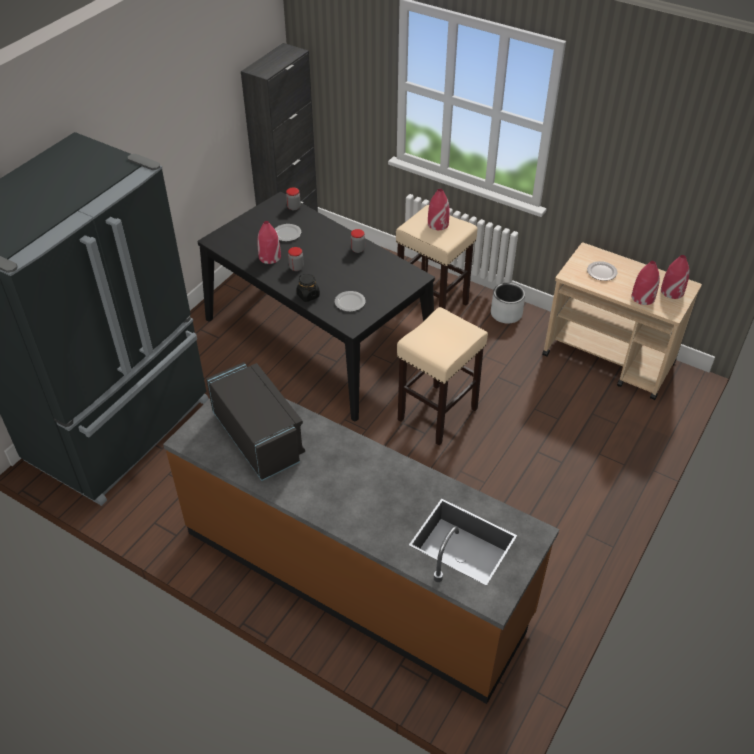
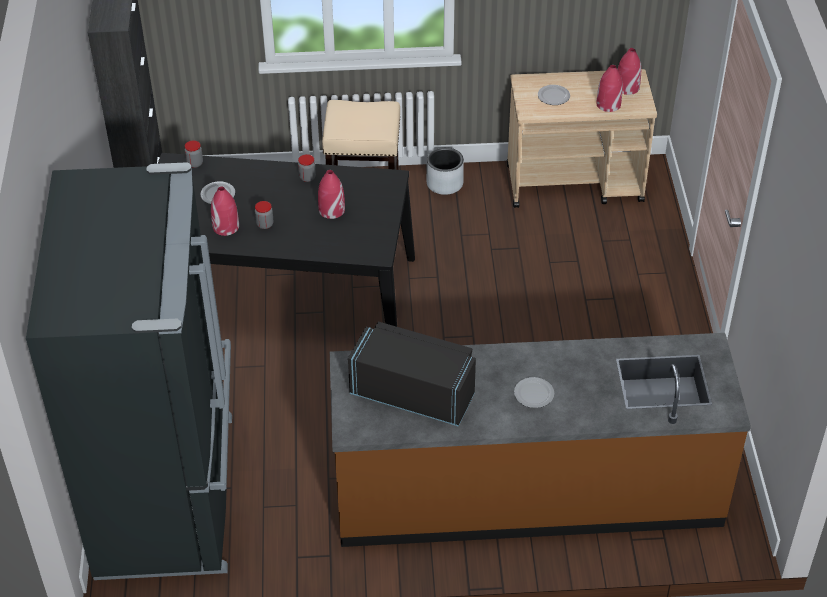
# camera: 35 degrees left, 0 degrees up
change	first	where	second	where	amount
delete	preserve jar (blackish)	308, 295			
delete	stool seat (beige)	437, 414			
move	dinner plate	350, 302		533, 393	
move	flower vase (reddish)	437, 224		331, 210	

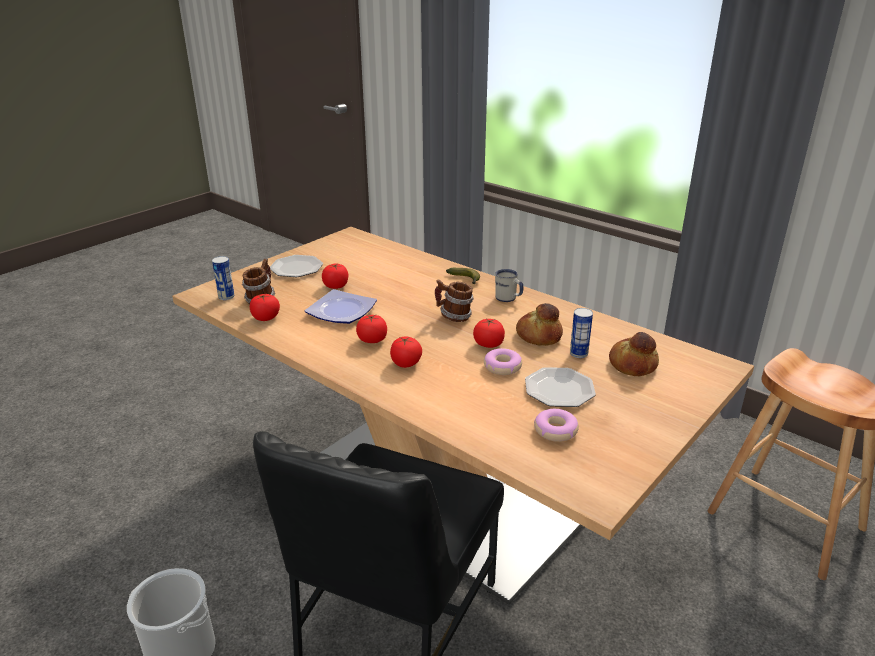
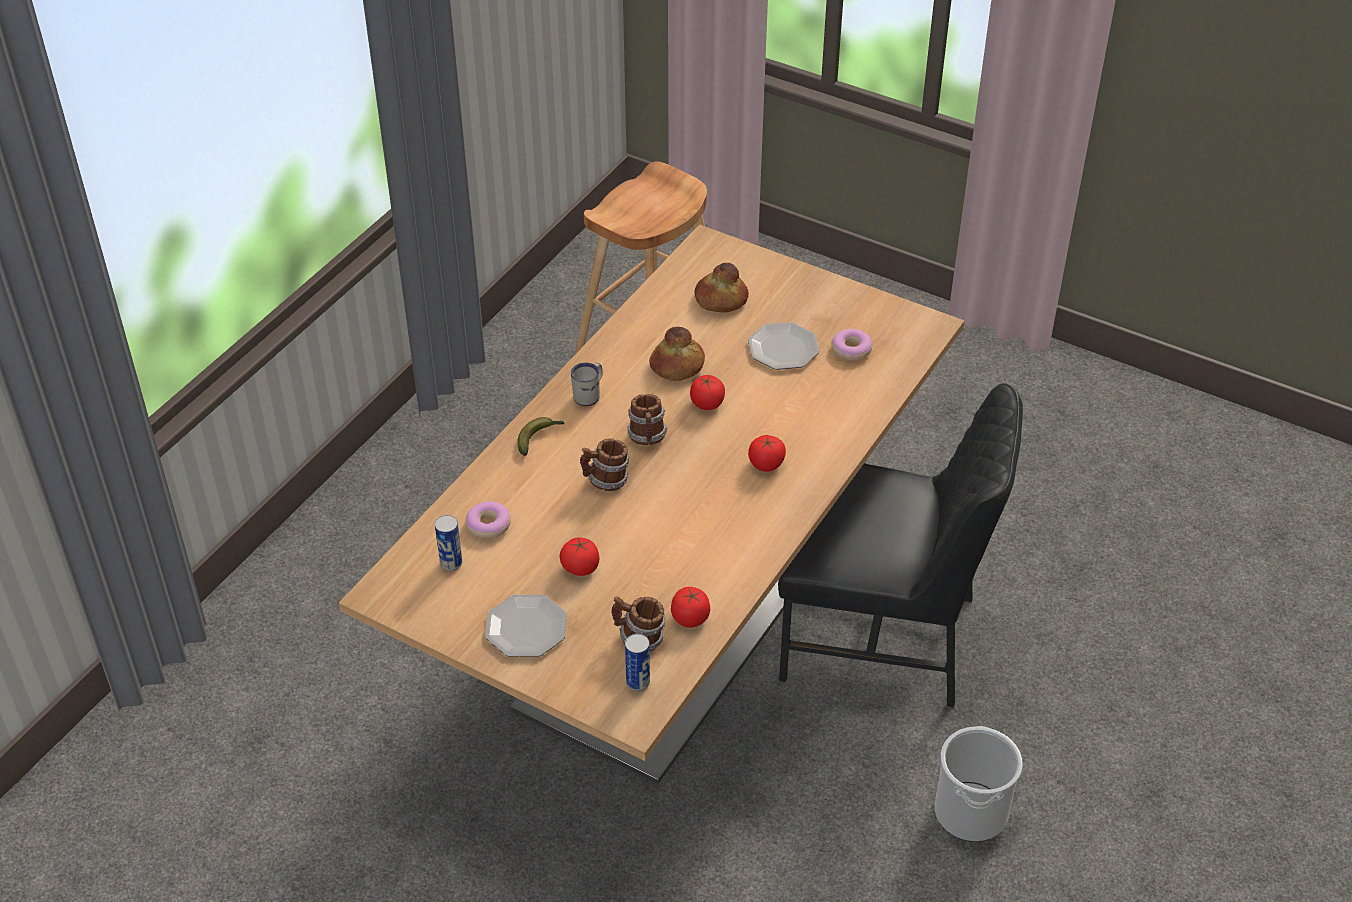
# camera: 100 degrees left, 15 degrees up
change	first	where	second	where	amount
delete	dinner plate	342, 312			
delete	tomato	372, 340			
insert			coffee mug	605, 481	
move	doughnut	502, 367		488, 525	
move	metal can	578, 353		451, 563	

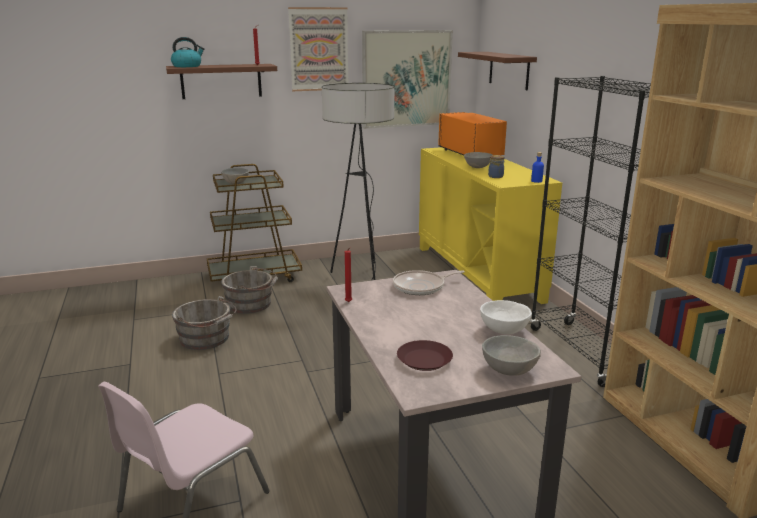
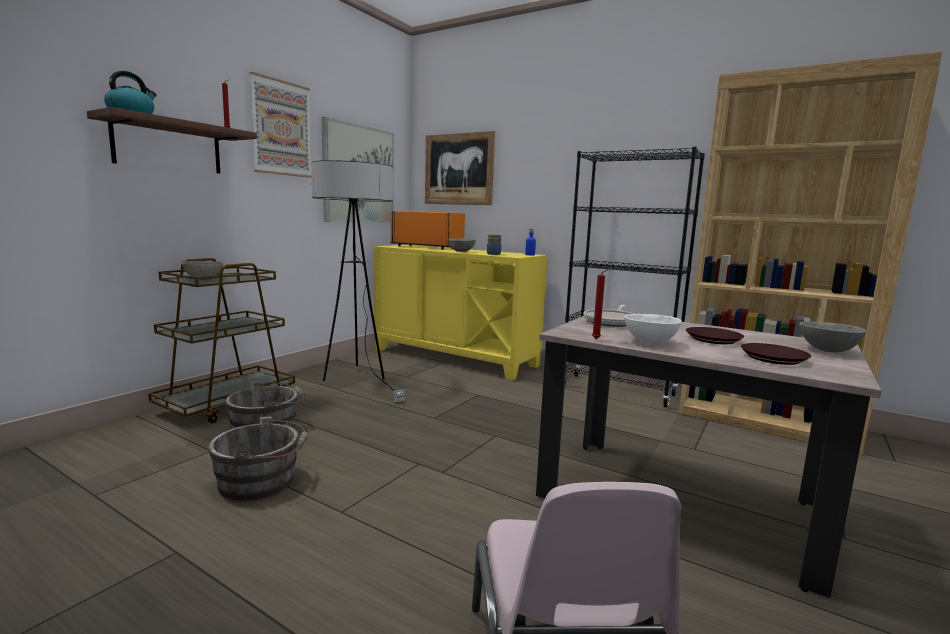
# camera: 40 degrees left, 10 degrees down
change	first	where	second	where	amount
insert			dinner plate (brown-coloured)	713, 339	
move	bowl (white-coloured)	503, 330		649, 342	
replace	shelf (brown-coloured)	509, 70	wall picture	458, 169	

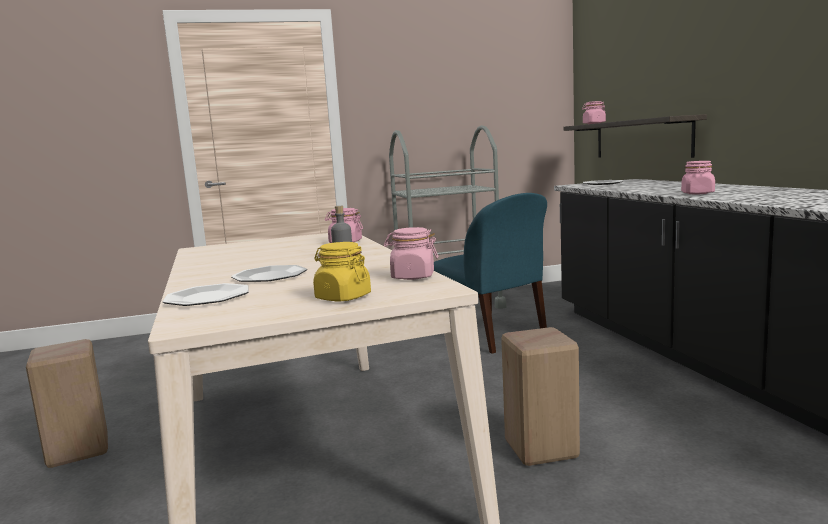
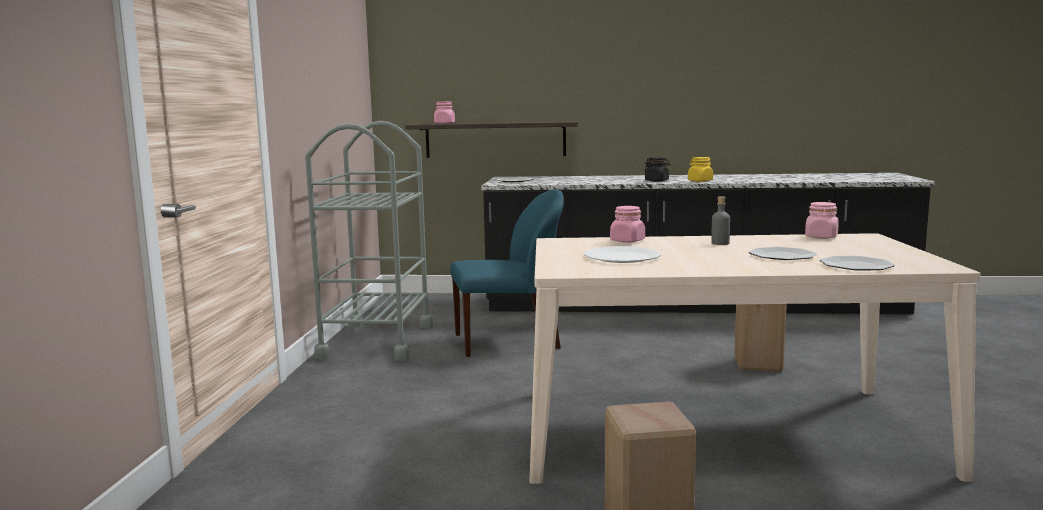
# camera: 70 degrees left, 0 degrees up
change	first	where	second	where	amount
insert			dinner plate (white-coloured)	622, 257	
move	preserve jar (yellow-coloured)	343, 297		700, 181	
recolor	preserve jar (pinkish)	697, 193	preserve jar (blackish)	657, 181	

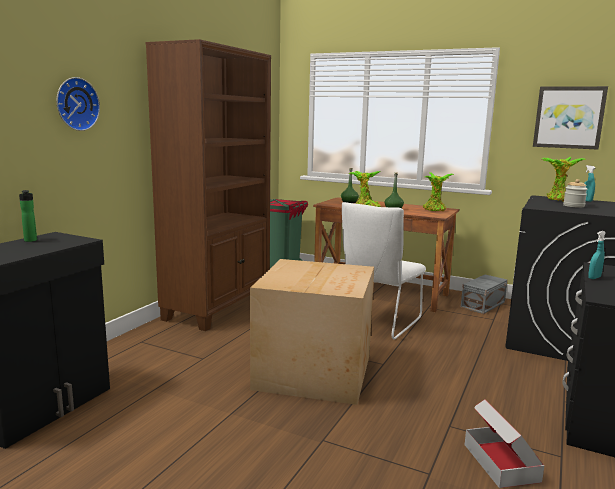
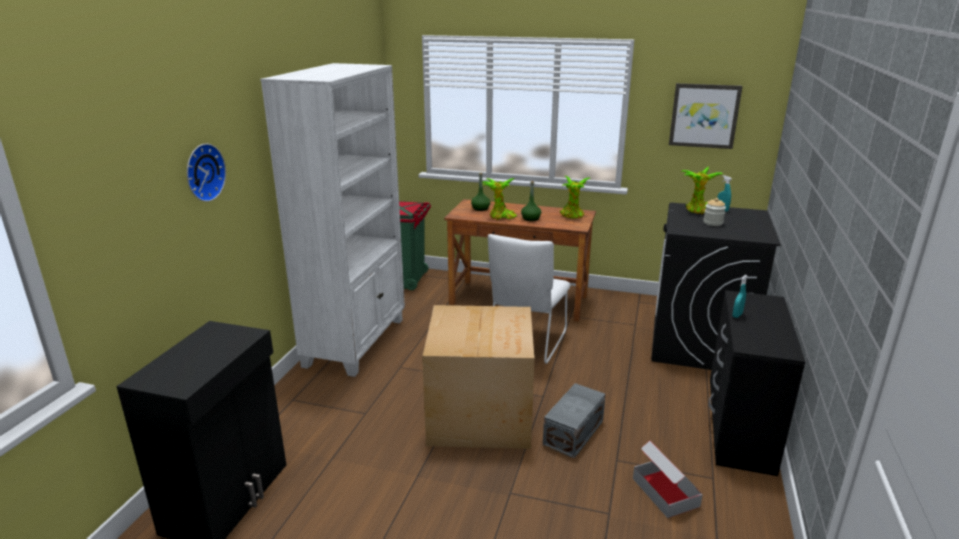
# camera: 10 degrees left, 10 degrees up
change	first	where	second	where	amount
delete	bottle	31, 241			
move	storage box (gray)	484, 304		575, 432	
recolor	shelving unit (brown-coloured)	218, 307	shelving unit (white-coloured)	356, 342	

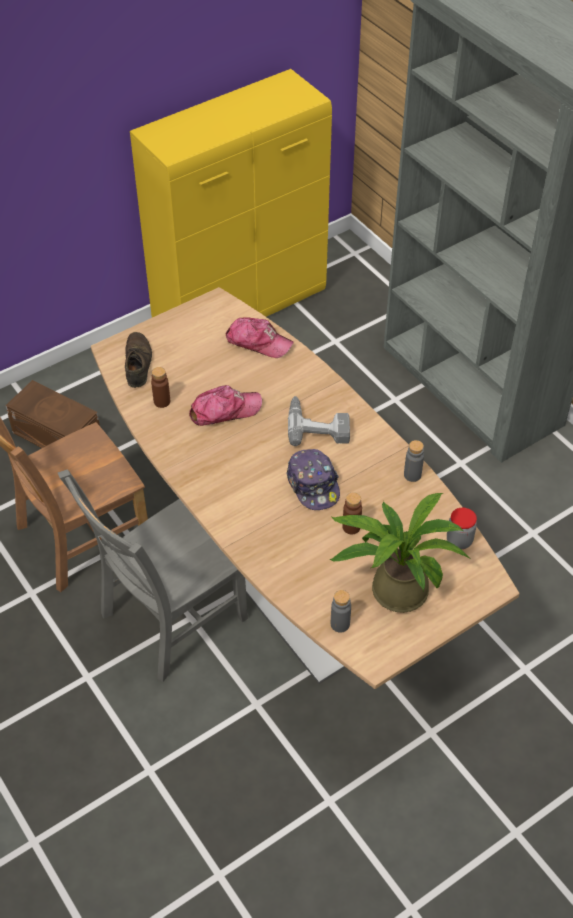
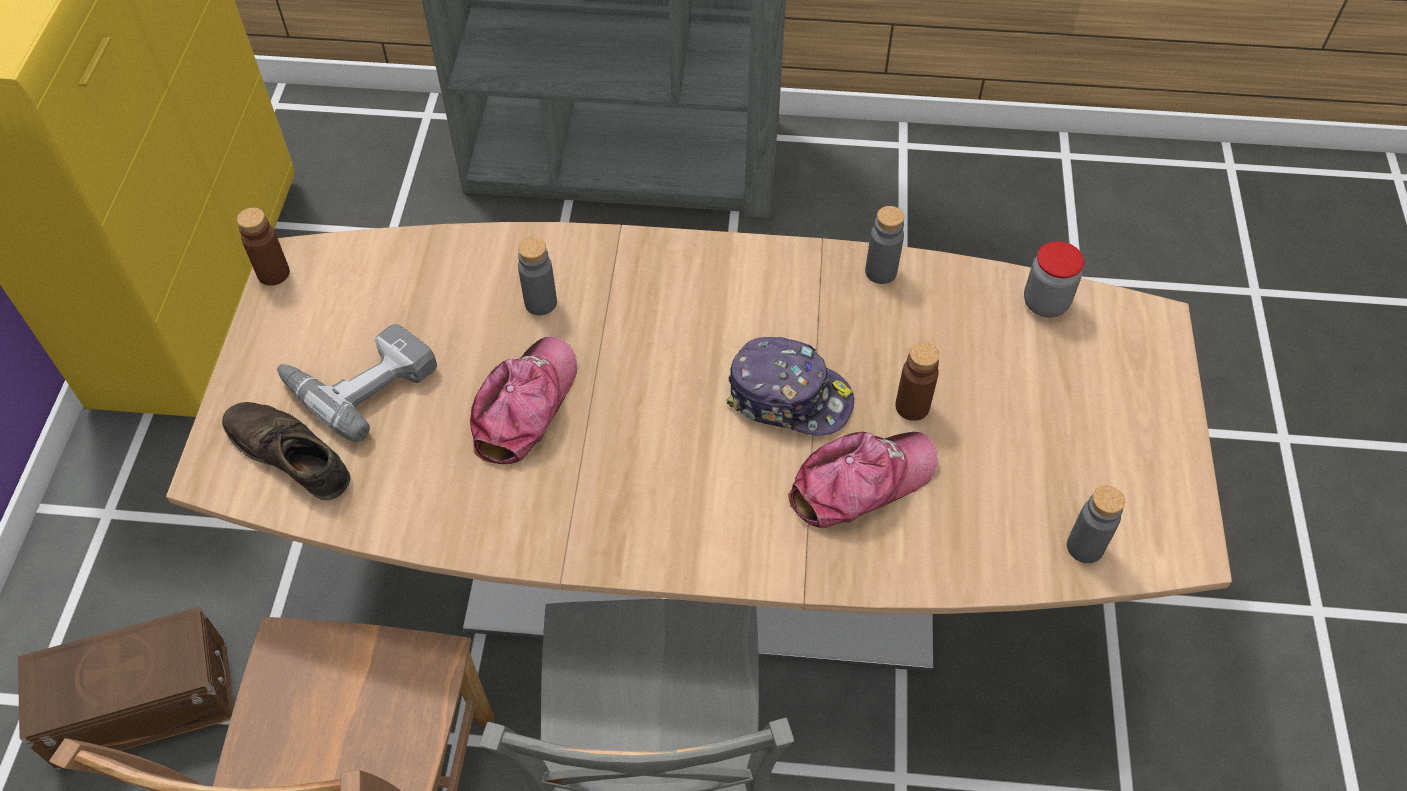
# camera: 50 degrees left, 5 degrees up
change	first	where	second	where	amount
delete	potted plant	393, 587			
insert			bottle (gray)	540, 303	
move	bottle (brown-coloured)	162, 401		273, 273	
move	peaked cap	258, 342		861, 482	
move	electric drill	318, 425		359, 380	

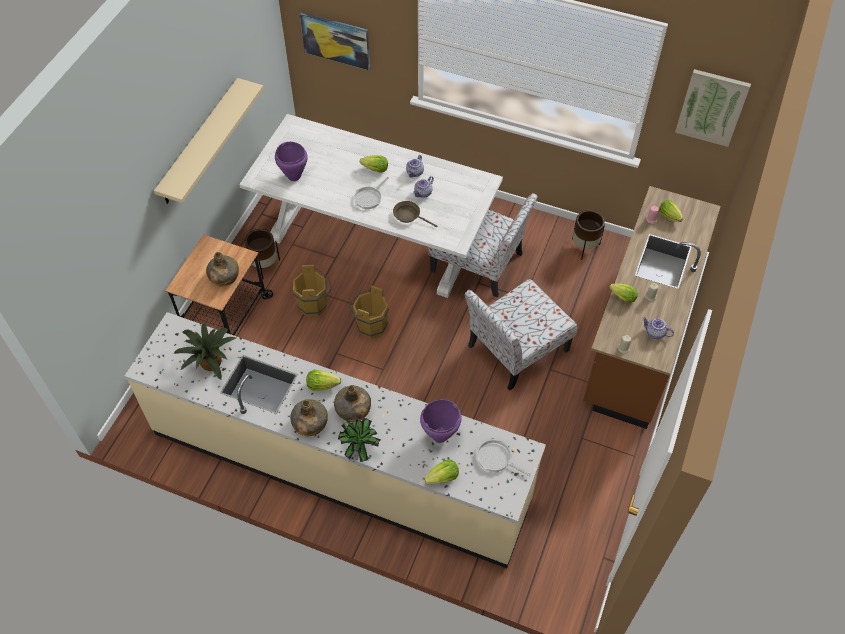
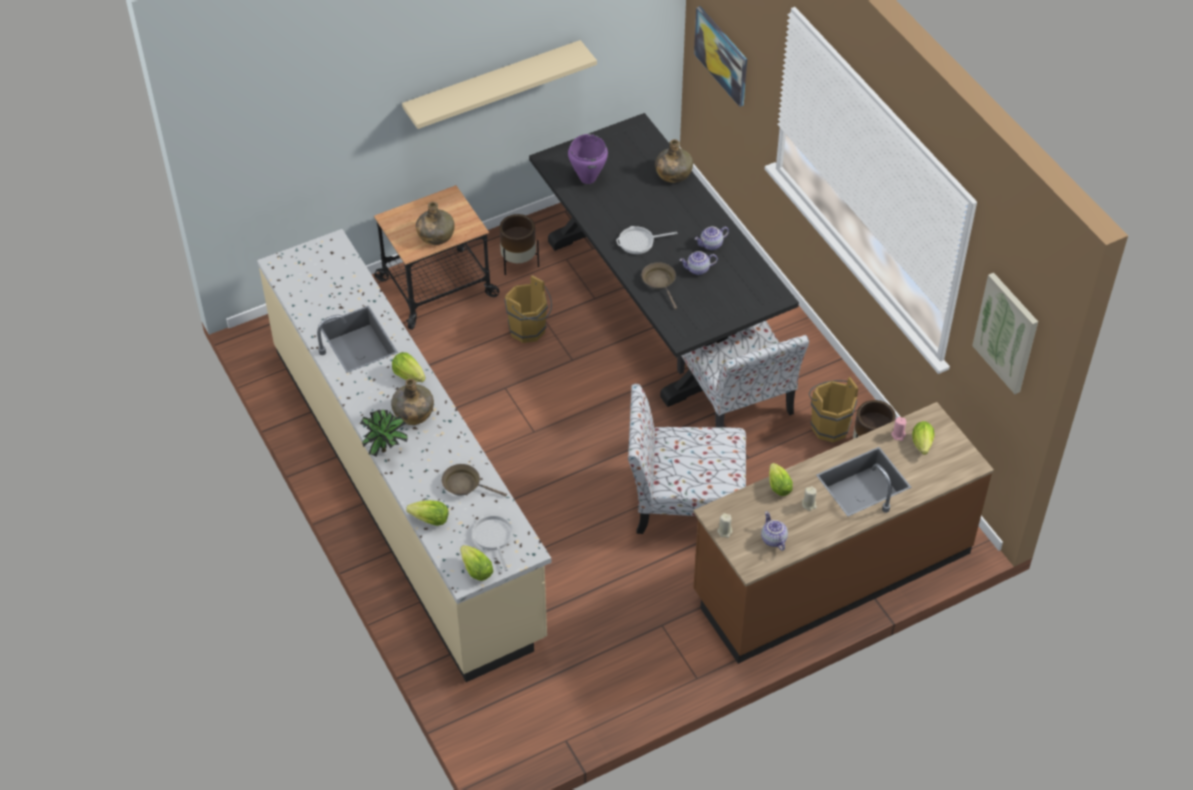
# camera: 40 degrees right, 5 degrees down
change	first	where	second	where	amount
delete	potted plant	209, 363			
move	bottle (greenish)	309, 423		673, 173	
move	pail (brown-coloured)	369, 325		828, 425	
move	lettuce head	375, 169		476, 570	
replace	cooking pot (purple)	439, 435	pan (brown-coloured)	465, 484	
recolor	dining table (white-coloured)	375, 235	dining table (blackish)	658, 300	

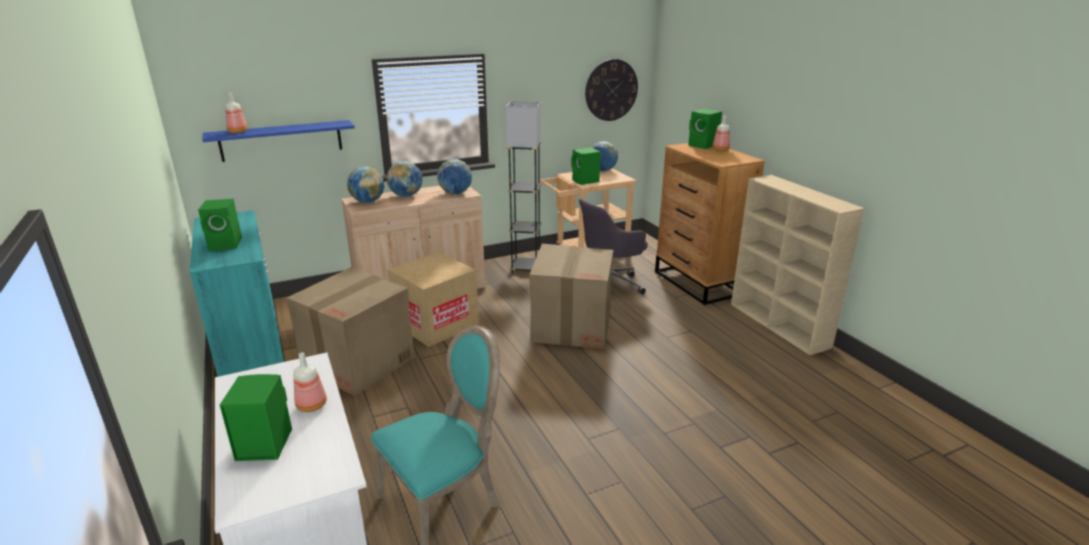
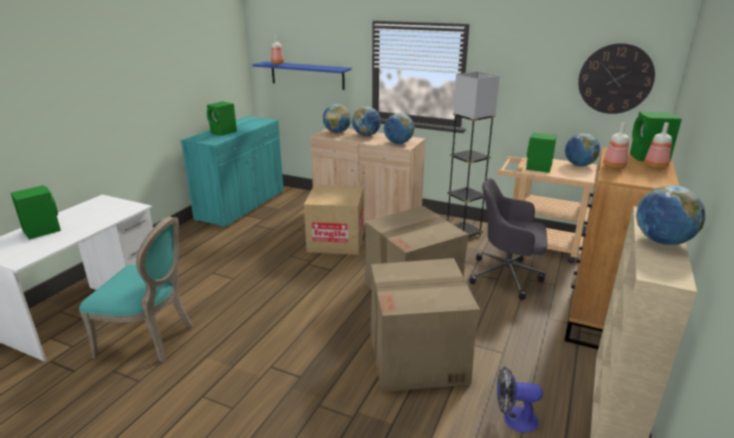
# camera: 50 degrees right, 0 degrees up
change	first	where	second	where	amount
insert			cooling fan	514, 419	
insert			globe	662, 241	
move	carton	359, 362		418, 357	
move	bottle	312, 405		614, 167	

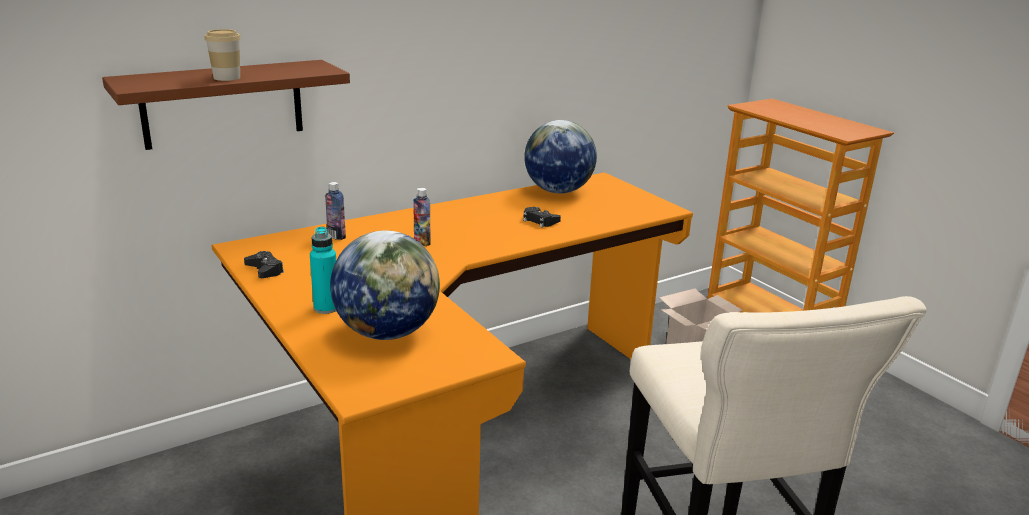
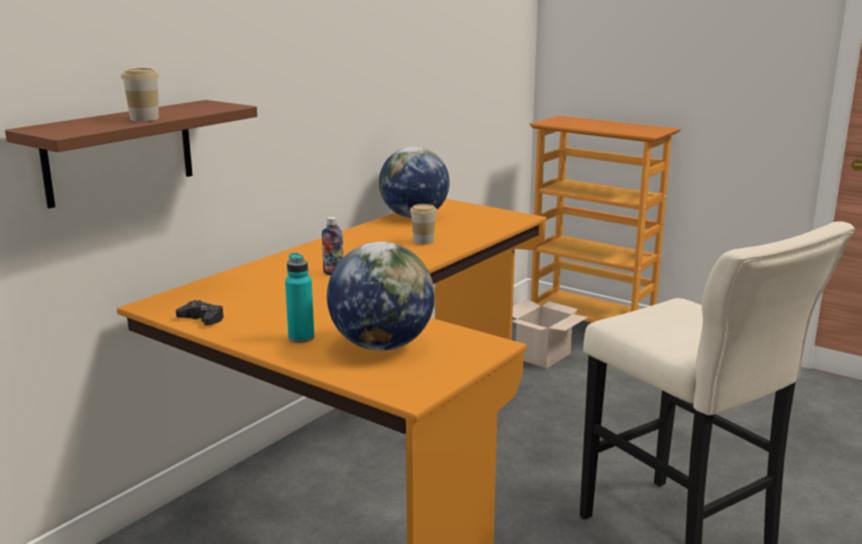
# camera: 20 degrees left, 5 degrees down
change	first	where	second	where	amount
delete	bottle	336, 236			
replace	joypad (blackish)	540, 221	cup	423, 241	

